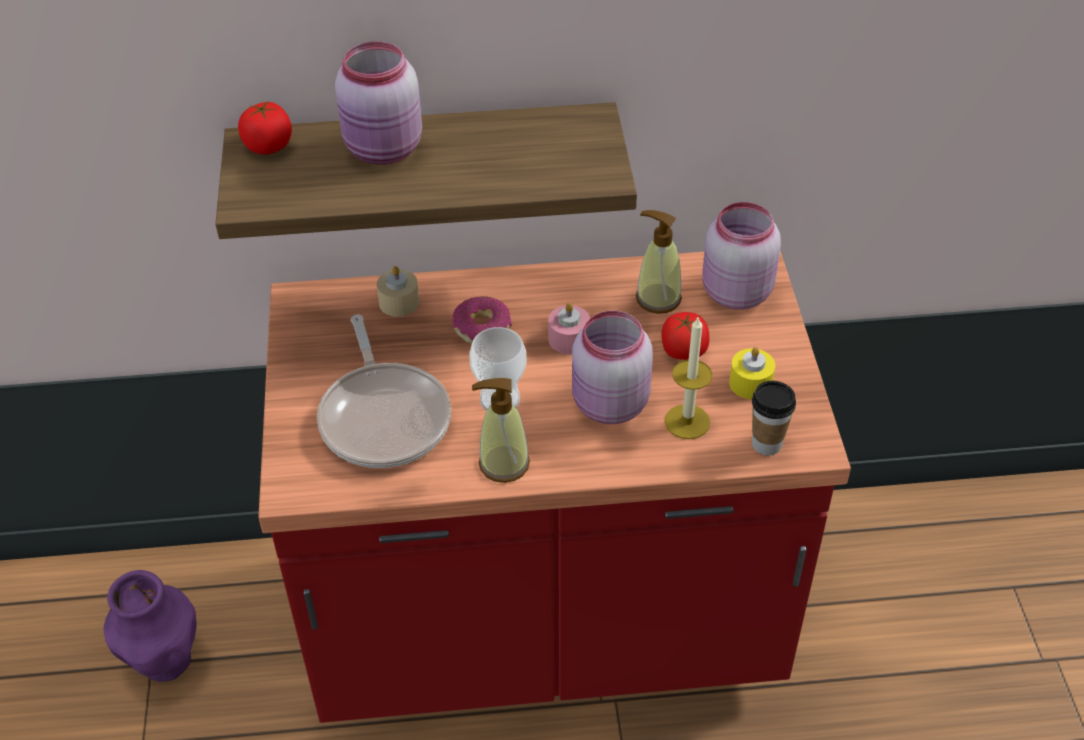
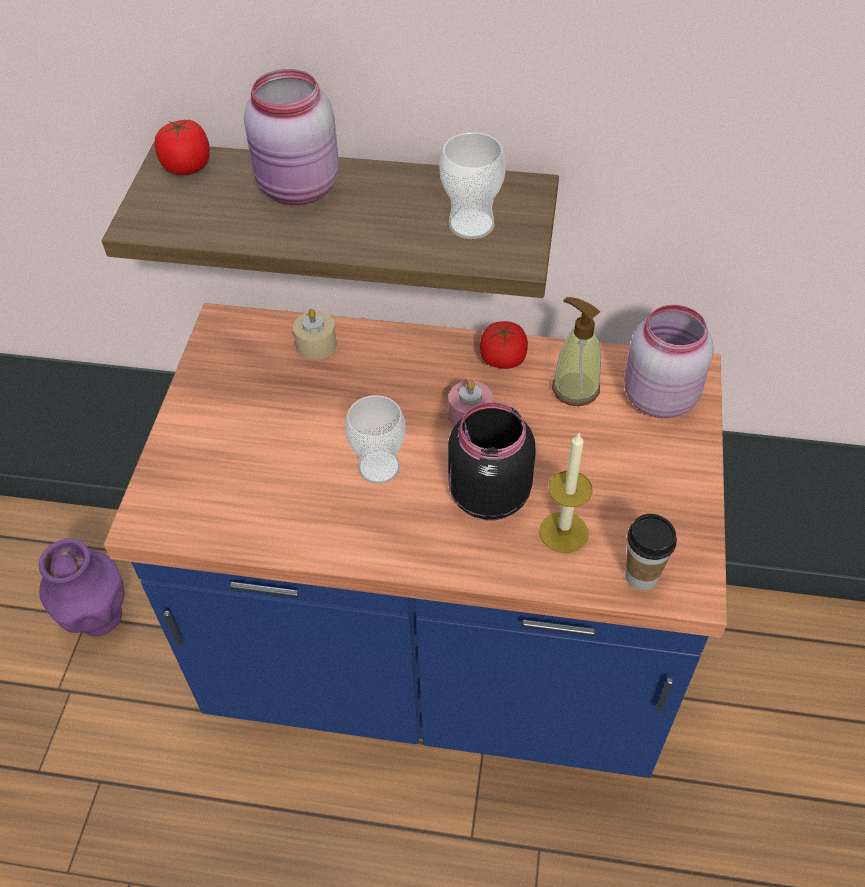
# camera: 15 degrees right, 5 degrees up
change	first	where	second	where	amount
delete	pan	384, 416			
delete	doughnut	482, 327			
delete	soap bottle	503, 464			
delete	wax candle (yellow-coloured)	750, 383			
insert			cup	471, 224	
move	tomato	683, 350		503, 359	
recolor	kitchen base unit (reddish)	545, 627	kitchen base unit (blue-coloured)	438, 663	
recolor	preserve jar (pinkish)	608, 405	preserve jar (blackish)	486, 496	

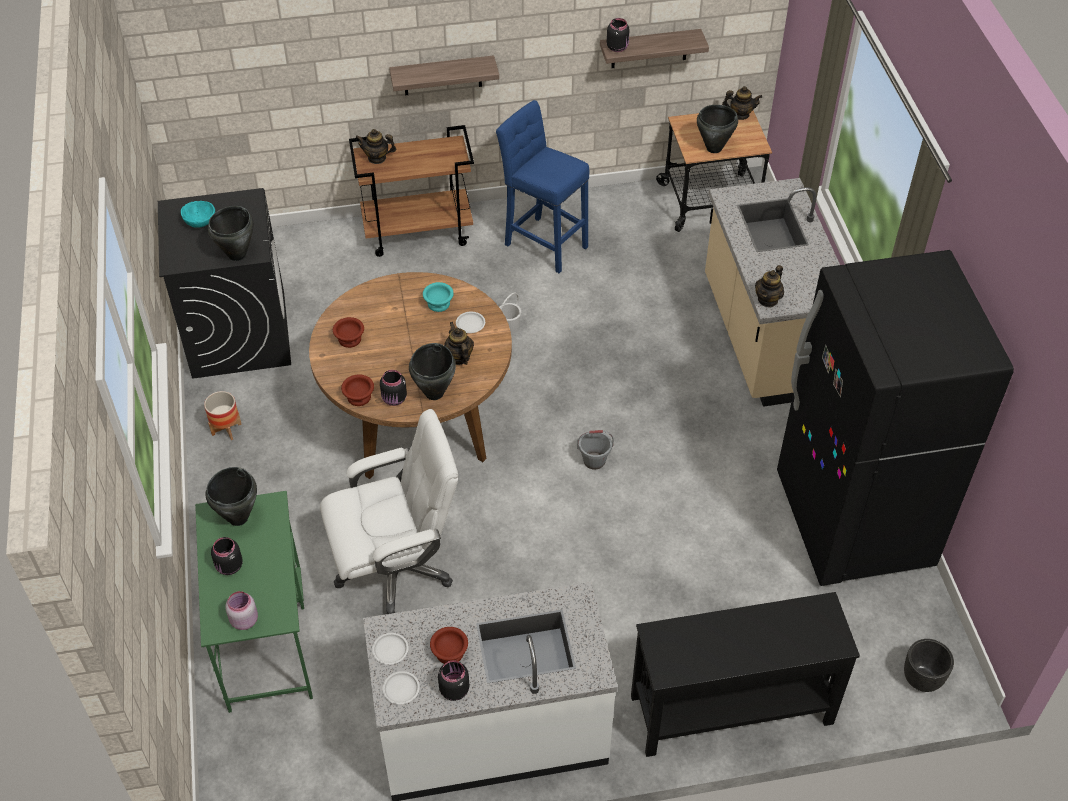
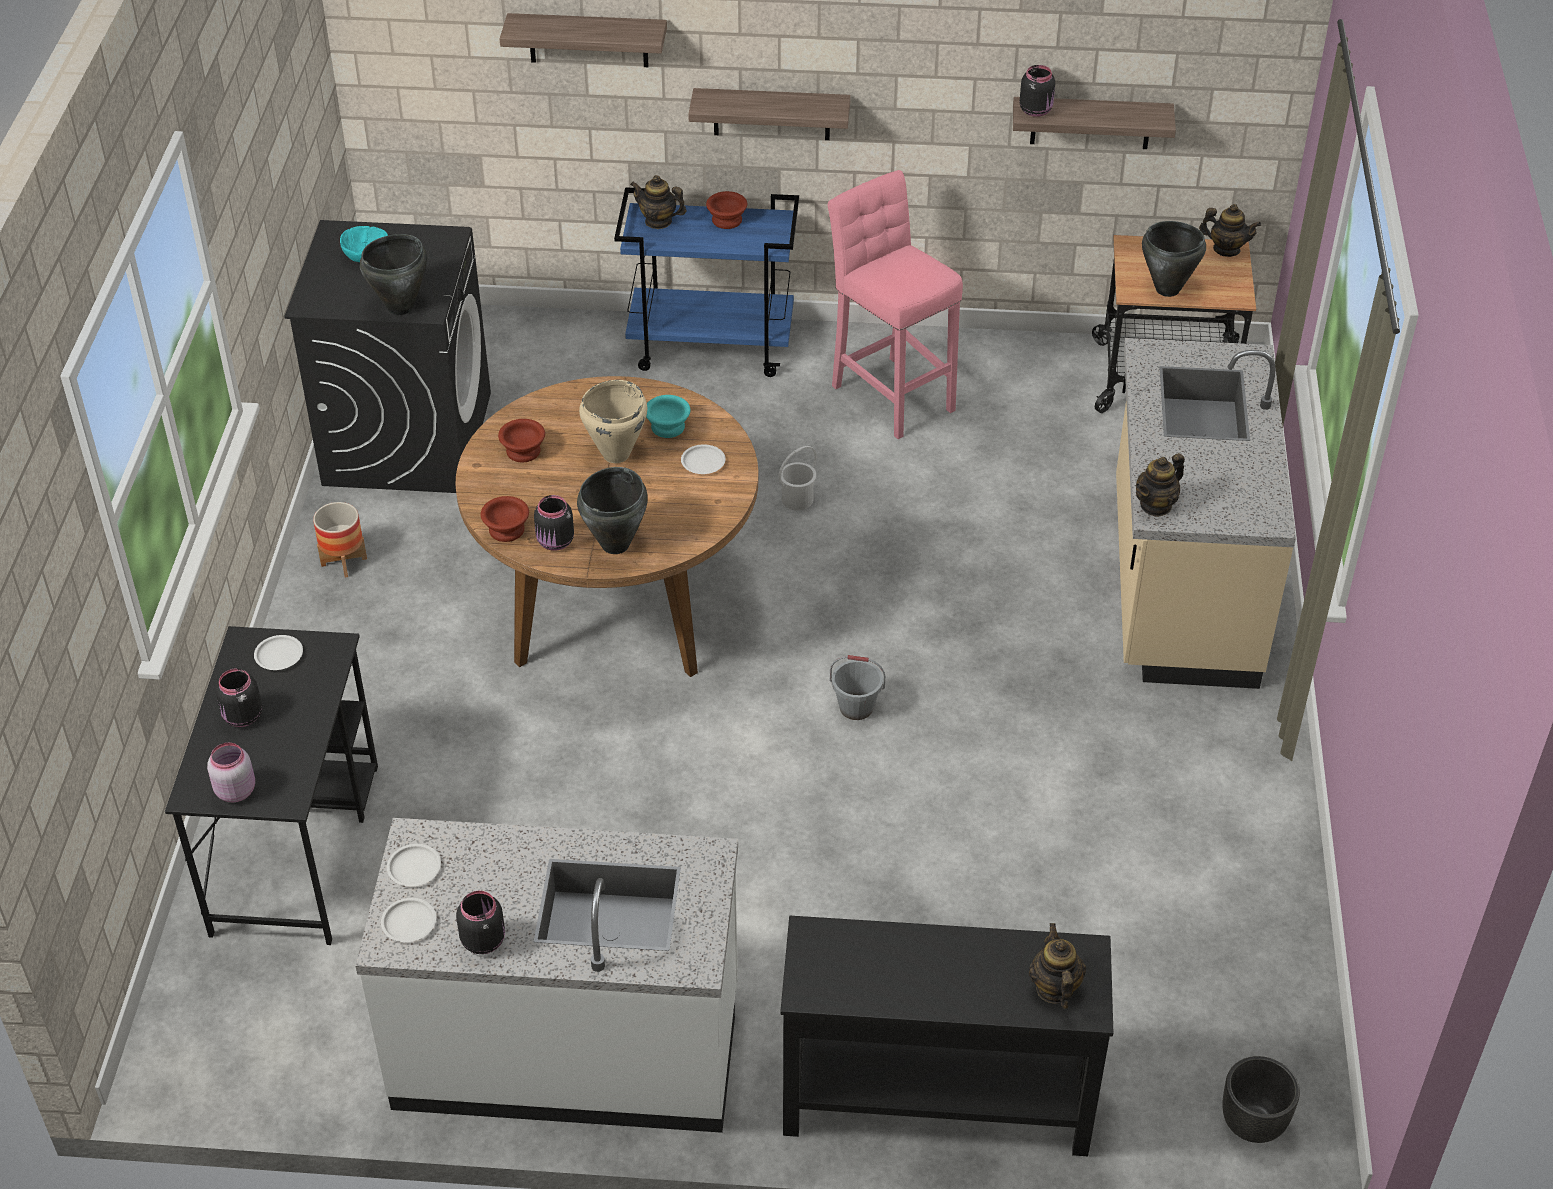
# camera: 15 degrees right, 5 degrees down
change	first	where	second	where	amount
delete	office chair (white-coloured)	396, 569			
delete	kitchen fridge (blackish)	853, 522			
insert			shelf	588, 40	
insert			cooking pot (beige)	615, 454	
move	bowl (brown-coloured)	449, 653		726, 221	
move	tea pot	459, 357		1054, 988	
replace	cooking pot (blackish)	237, 518	dinner plate (white-coloured)	278, 655	
recolor	desk unit (greenish)	265, 636	desk unit (blackish)	296, 847	
recolor	cart (brown-coloured)	418, 231	cart (blue-coloured)	712, 347	
recolor	stool seat (blue-coloured)	543, 243	stool seat (pinkish)	890, 393	

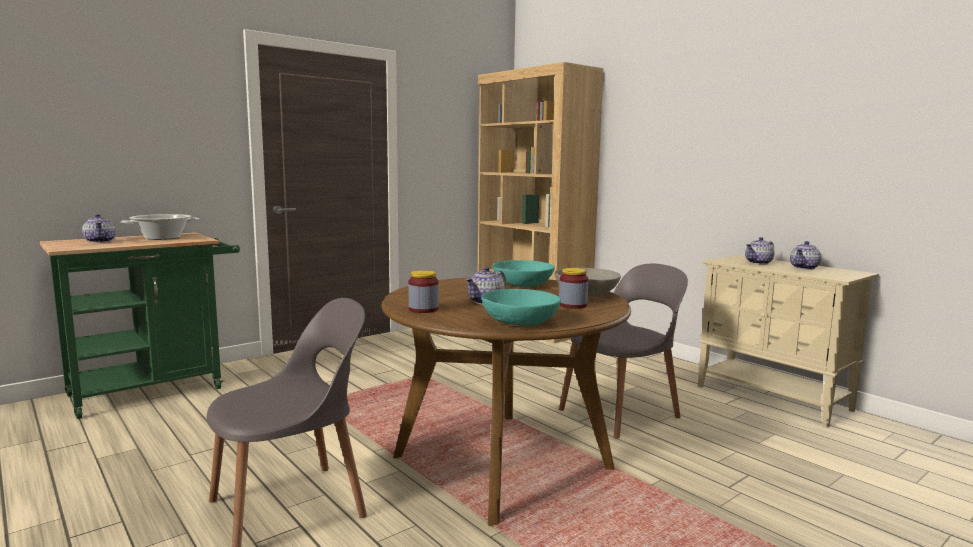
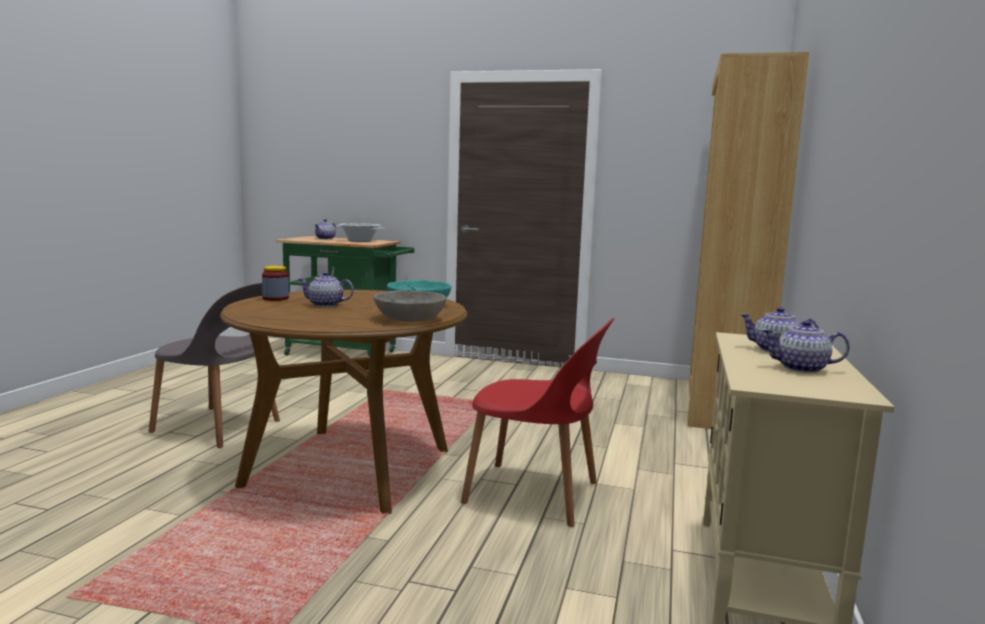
# camera: 55 degrees right, 0 degrees up
change	first	where	second	where	amount
delete	bowl (turquoise)	520, 322			
delete	preserve jar	572, 305			
recolor	plain chair (gray)	621, 412	plain chair (reddish)	535, 494	

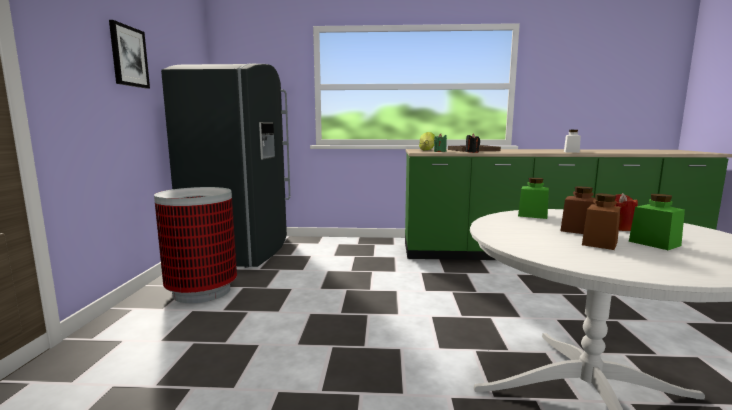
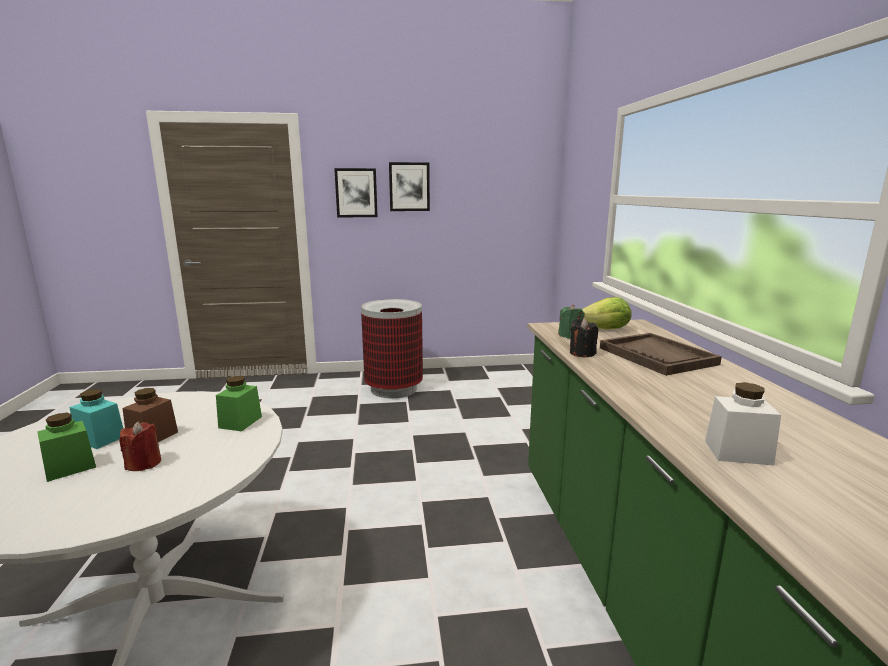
# camera: 80 degrees right, 5 degrees up
change	first	where	second	where	amount
delete	kitchen fridge (gray)	242, 250			
insert			wall picture	356, 193	
recolor	preserve jar (brown-coloured)	599, 243	preserve jar (turquoise)	100, 439	

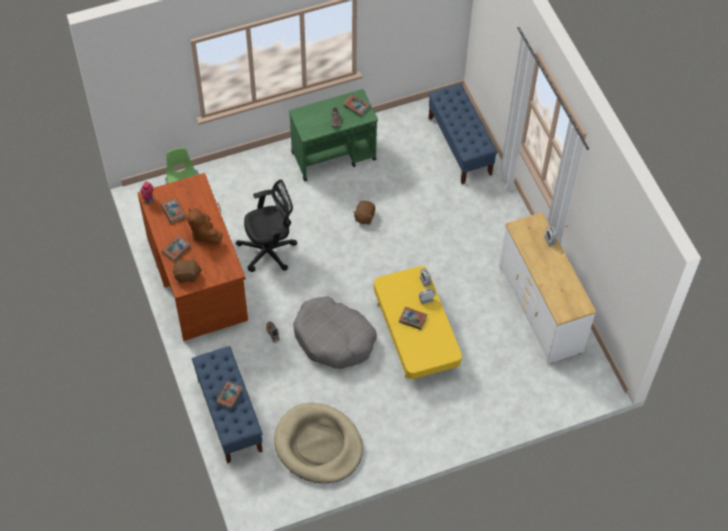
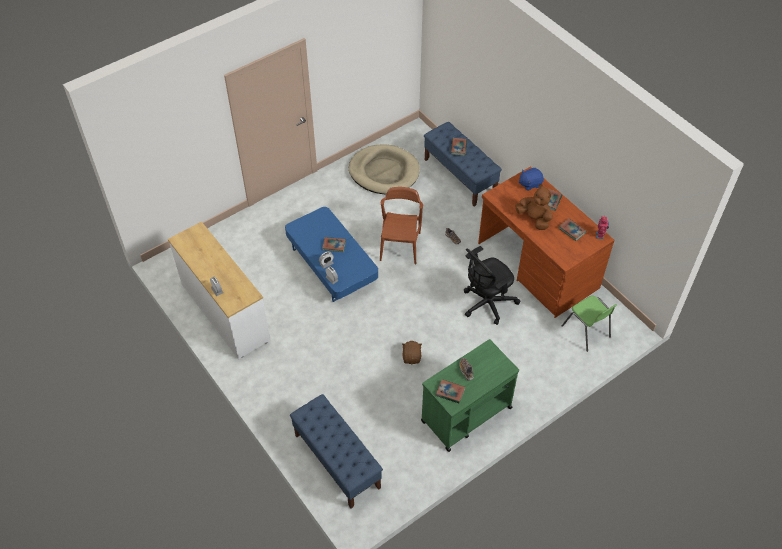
# camera: 165 degrees right, 5 degrees down
change	first	where	second	where	amount
replace	dog cushion (gray)	334, 338	plain chair (brown-coloured)	400, 246	
recolor	plush toy (brown-coloured)	187, 275	plush toy (blue-coloured)	530, 184	
recolor	low table (yellow-coloured)	415, 334	low table (blue-coloured)	332, 265	

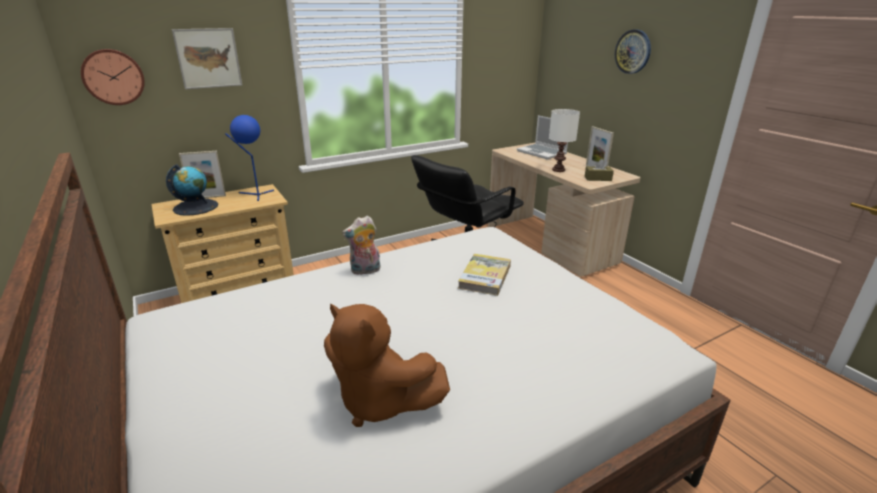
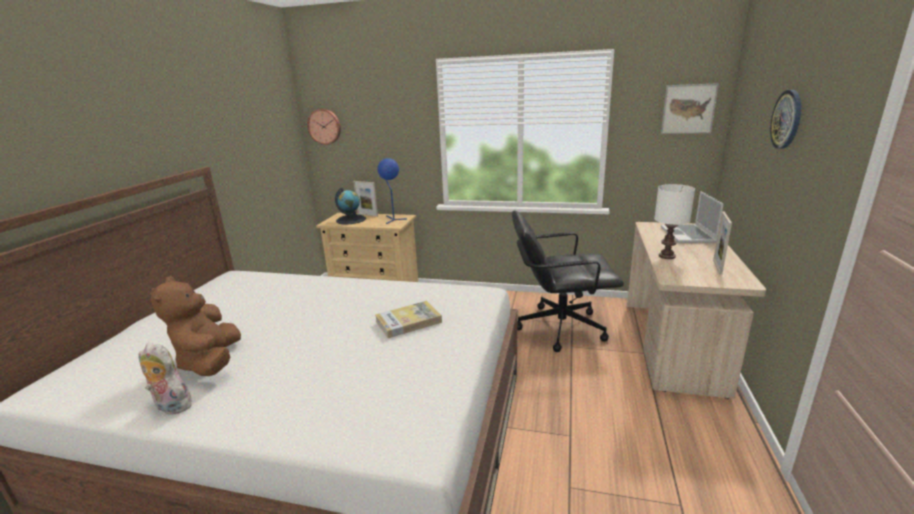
# camera: 45 degrees right, 5 degrees down
change	first	where	second	where	amount
delete	tissue box (brown-coloured)	598, 178			
move	wall picture	208, 58		688, 109	
move	plush toy	365, 271		171, 407	

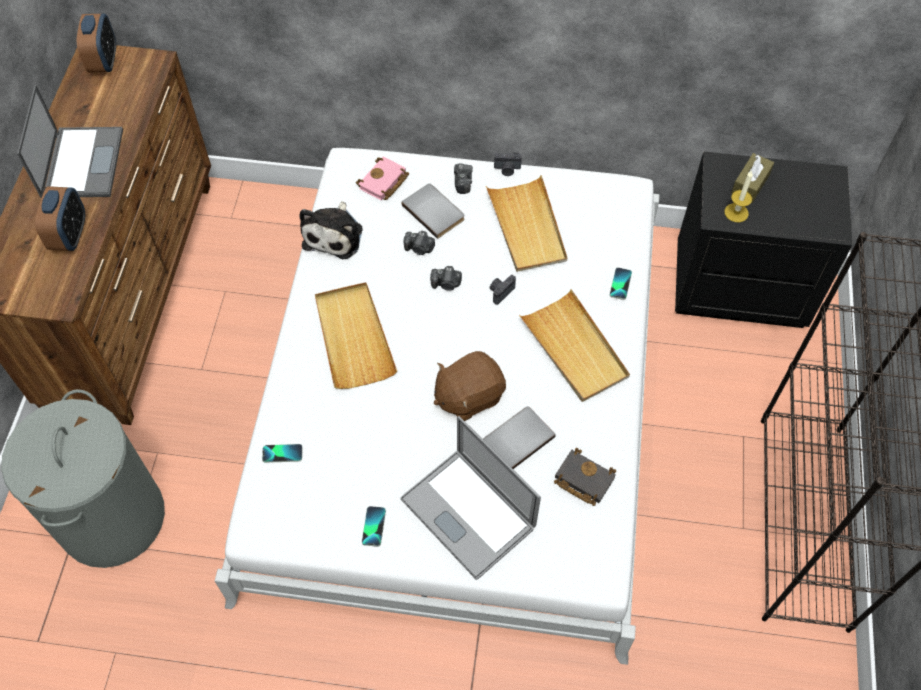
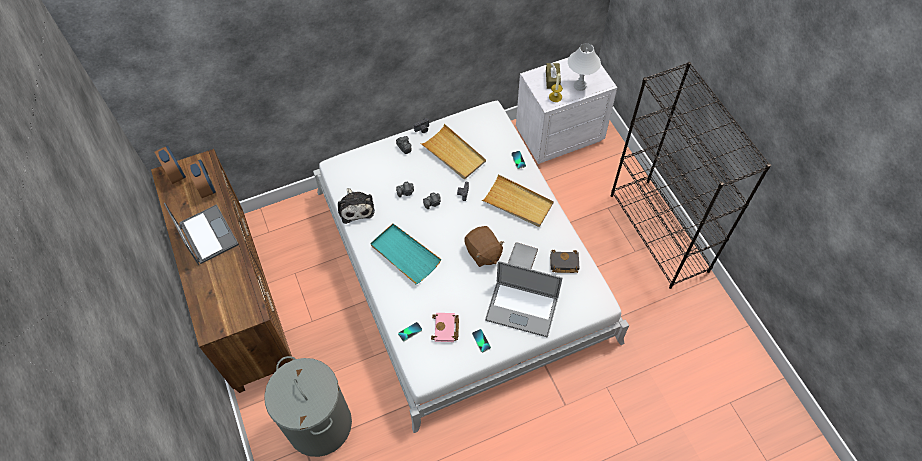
# camera: 30 degrees left, 0 degrees up
change	first	where	second	where	amount
delete	volume (gray)	435, 211			
insert			lamp for a table (white-coloured)	580, 85	
move	table clock	70, 235		206, 187	
move	volume (pinkish)	383, 183		446, 329	
recolor	carrying tray (beige)	353, 337	carrying tray (turquoise)	405, 254	
recolor	bedside table (blackish)	739, 285	bedside table (white-coloured)	559, 134	
rotate	plush toy (brown-coloured)	468, 396		483, 253	60 degrees counterclockwise

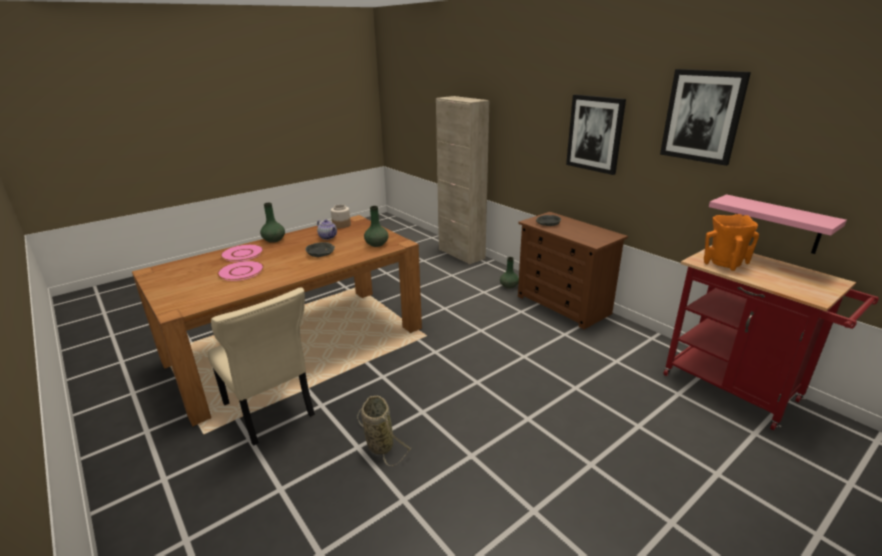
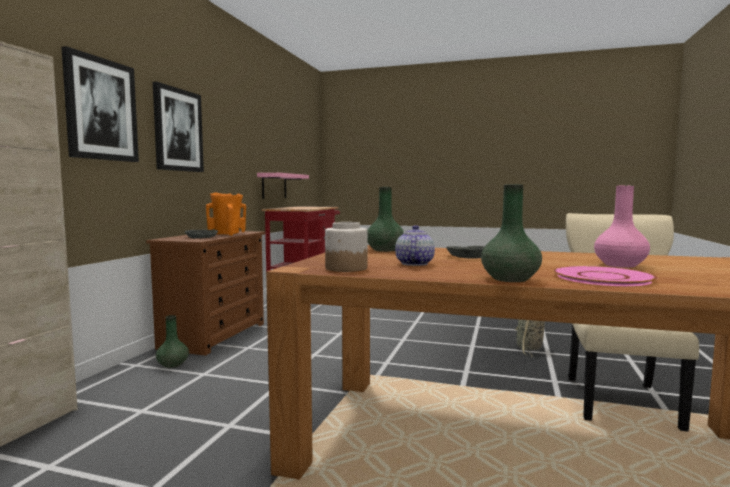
# camera: 125 degrees left, 20 degrees down
change	first	where	second	where	amount
move	wall picture	702, 116		101, 109	
move	flower vase (orangey)	723, 264		227, 234	
replace	dinner plate (pinkish)	241, 271	flower vase (pinkish)	619, 265	

